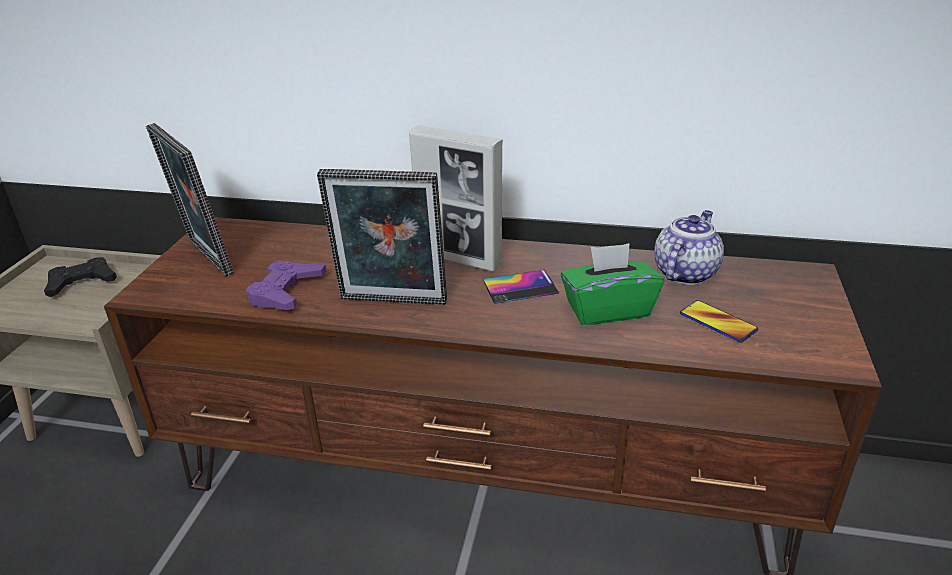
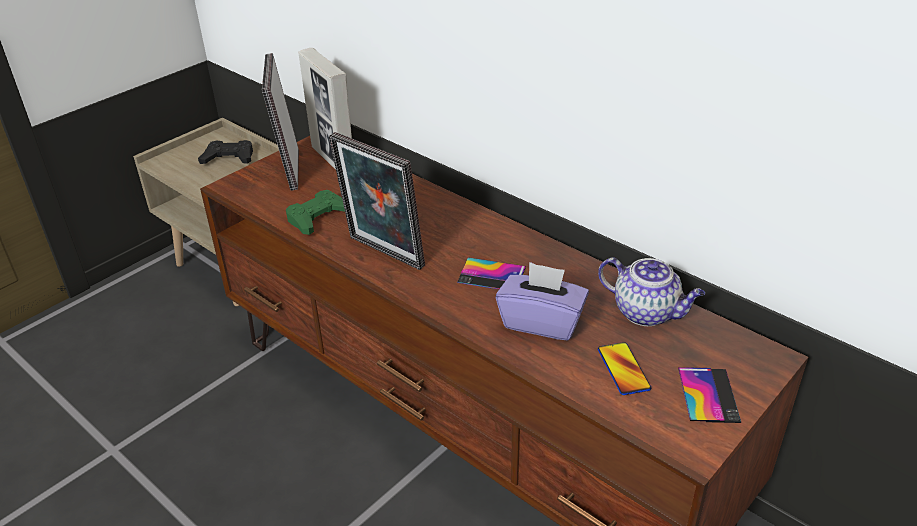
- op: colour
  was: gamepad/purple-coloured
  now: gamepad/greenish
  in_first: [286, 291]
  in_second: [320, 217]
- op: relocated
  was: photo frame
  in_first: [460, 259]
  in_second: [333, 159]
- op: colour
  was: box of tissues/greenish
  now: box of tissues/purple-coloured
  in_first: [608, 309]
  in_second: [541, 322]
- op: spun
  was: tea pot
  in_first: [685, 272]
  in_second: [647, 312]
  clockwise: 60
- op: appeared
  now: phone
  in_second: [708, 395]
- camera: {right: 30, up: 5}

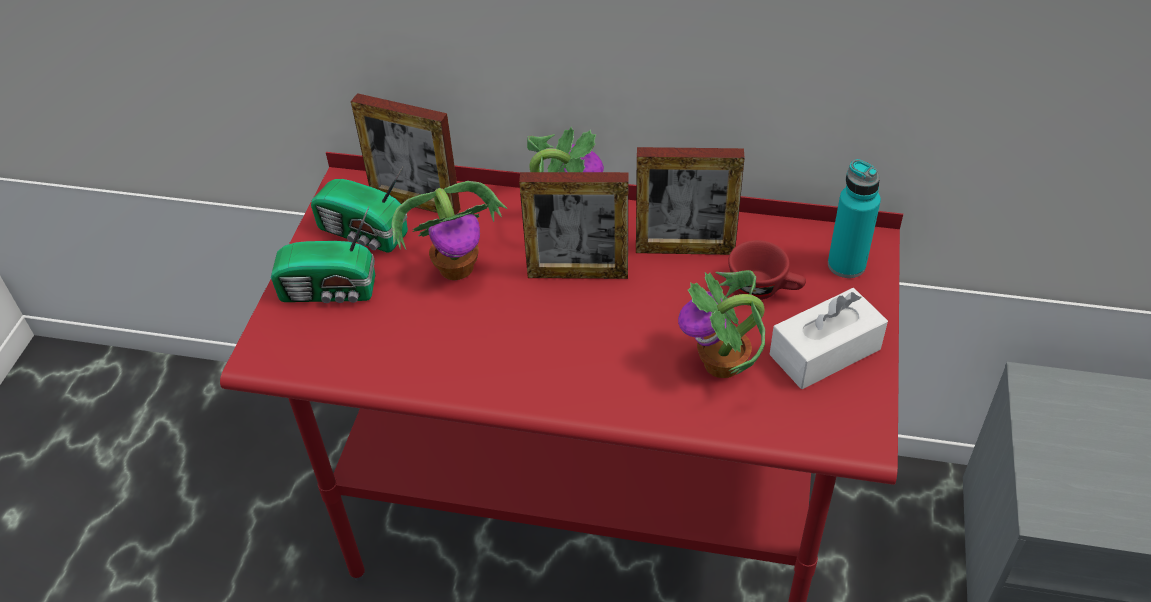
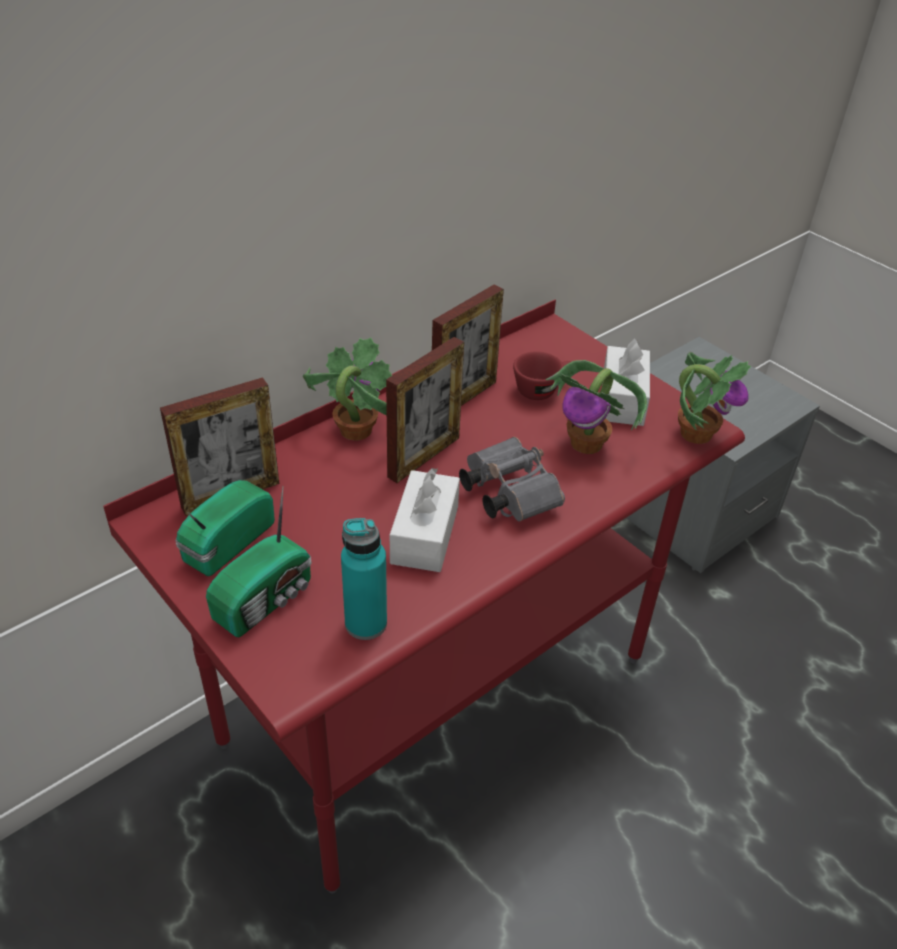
- op: spun
  was: radio set
  in_first: [364, 233]
  in_second: [225, 543]
  clockwise: 150
- op: relocated
  was: bottle/turquoise
  in_first: [846, 265]
  in_second: [366, 623]
- op: appeared
  now: box of tissues/white
  in_second: [425, 534]
- op: appeared
  now: binoculars/gray
  in_second: [506, 493]
- op: relocated
  was: houseplant
  in_first: [457, 267]
  in_second: [695, 433]
- camera: {right: -55, up: -5}

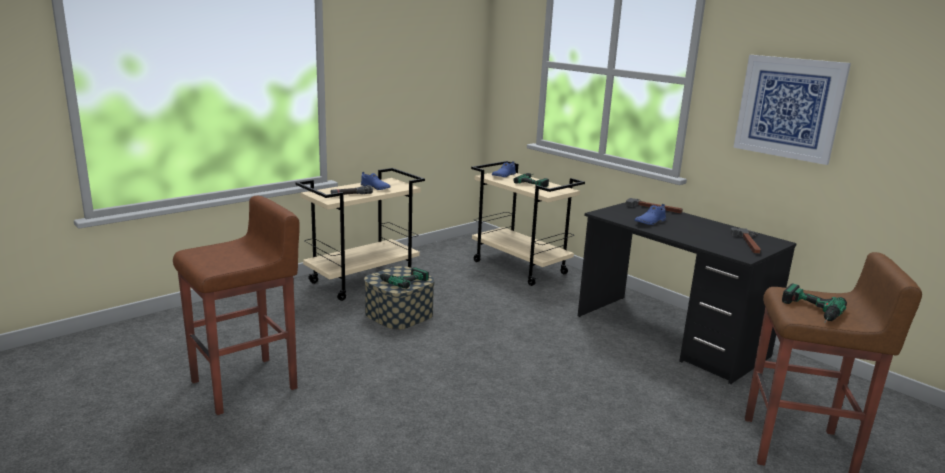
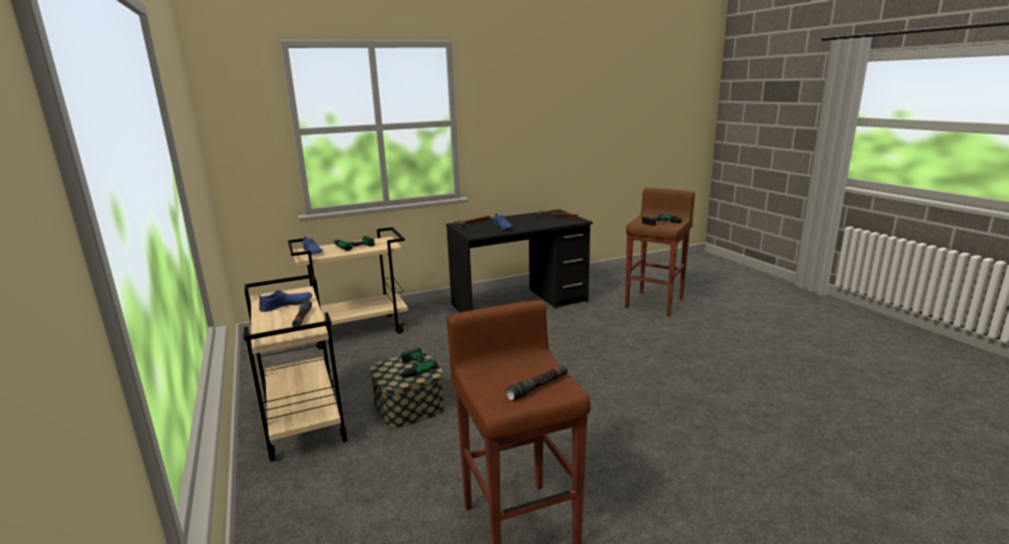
- op: appeared
  now: hand torch/blackish
  in_second: [538, 387]
- op: missing
  was: picture
  in_first: [789, 108]
- camera: {right: -70, up: 0}

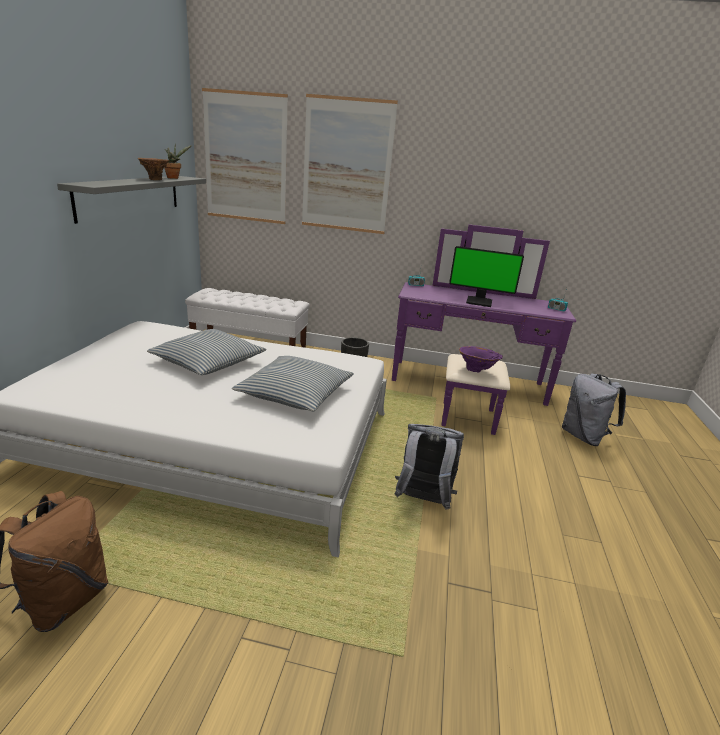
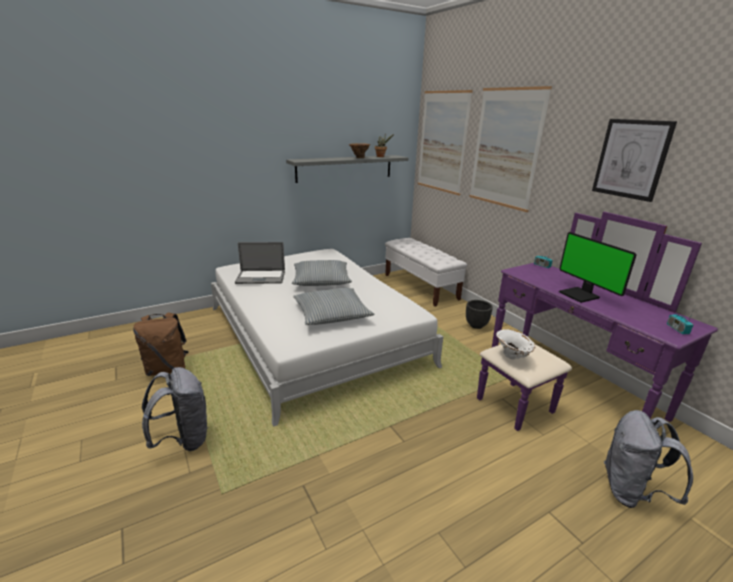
- op: relocated
  was: knapsack/gray
  in_first: [422, 501]
  in_second: [183, 439]
- op: appeared
  now: portable computer
  in_second: [261, 277]
- op: colour
  was: decorative vase/purple-coloured
  now: decorative vase/white
  in_first: [477, 371]
  in_second: [511, 357]
- op: appeared
  now: picture
  in_second: [631, 159]
- camera: {right: 50, up: 0}

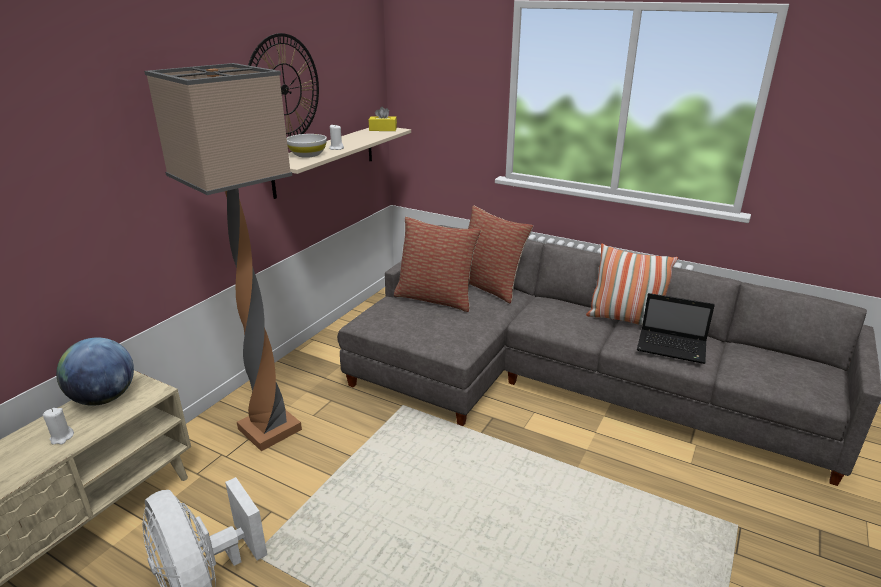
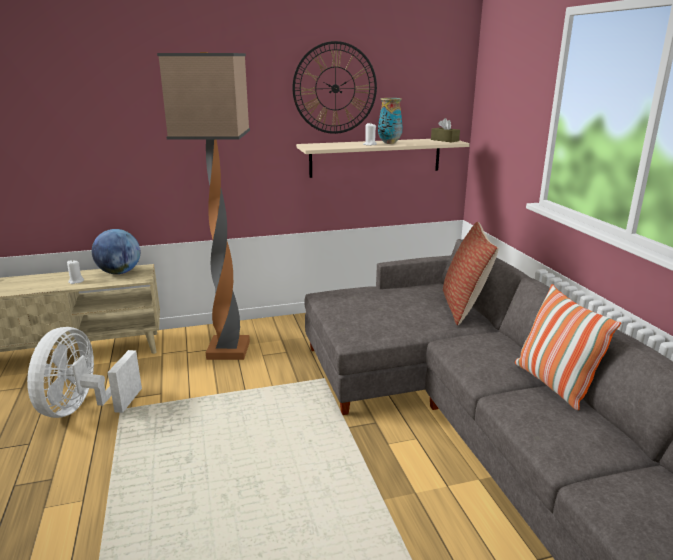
- op: appeared
  now: decorative vase
  in_second: [389, 143]
- op: colour
  was: box of tissues/yellow
  now: box of tissues/brown-coloured
  in_first: [383, 129]
  in_second: [444, 140]
- op: missing
  was: serving bowl/white
  in_first: [307, 155]
- op: missing
  was: cushion
  in_first: [436, 298]
- op: missing
  was: portable computer
  in_first: [673, 348]
- camera: {right: 45, up: -5}

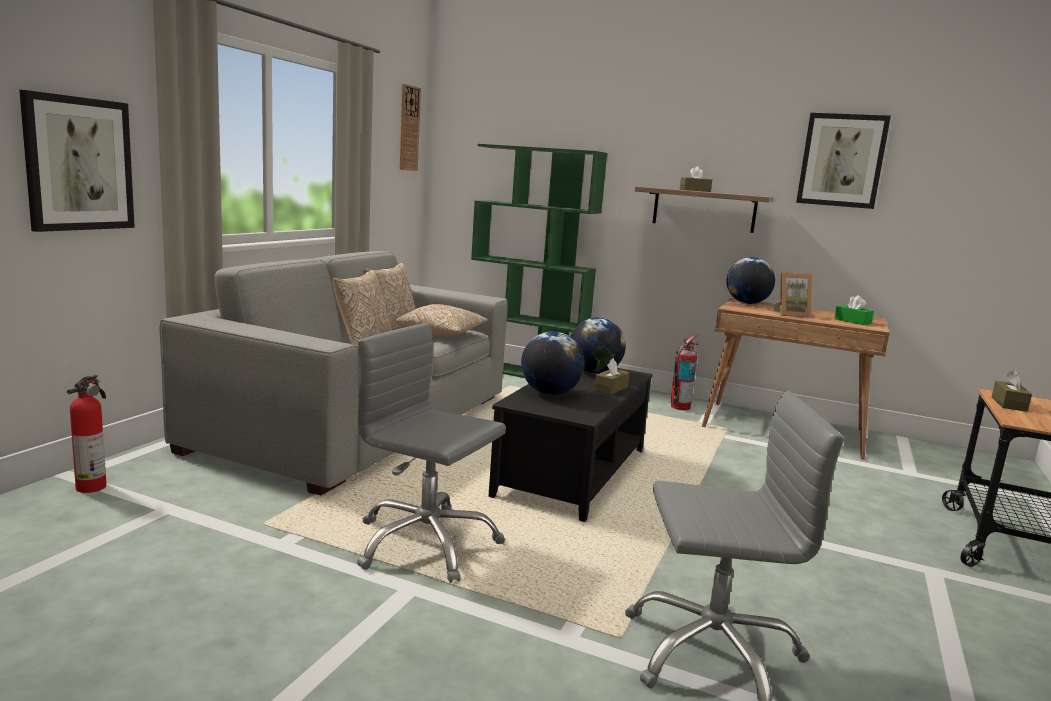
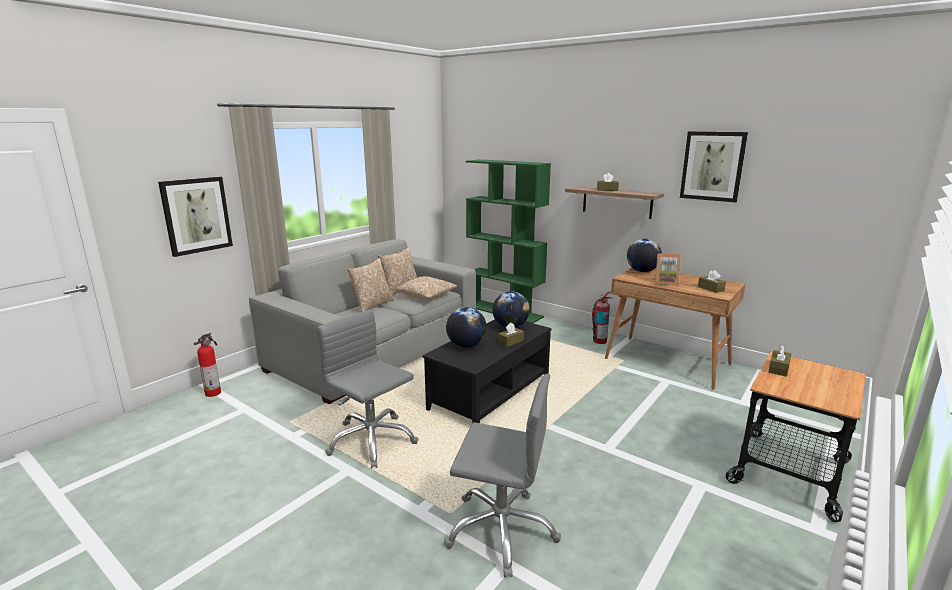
- op: colour
  was: box of tissues/greenish
  now: box of tissues/brown-coloured
  in_first: [852, 321]
  in_second: [710, 289]
- op: missing
  was: hanging clock
  in_first: [409, 128]
- camera: {right: 15, up: 5}

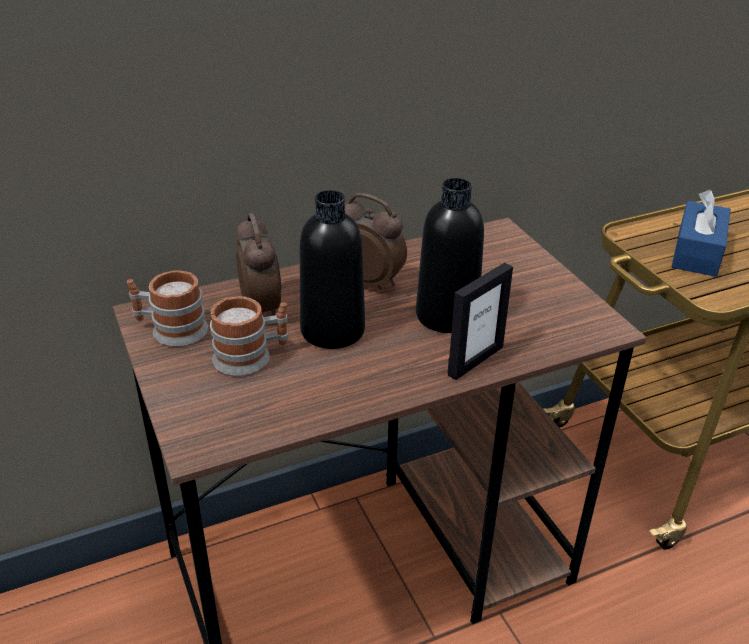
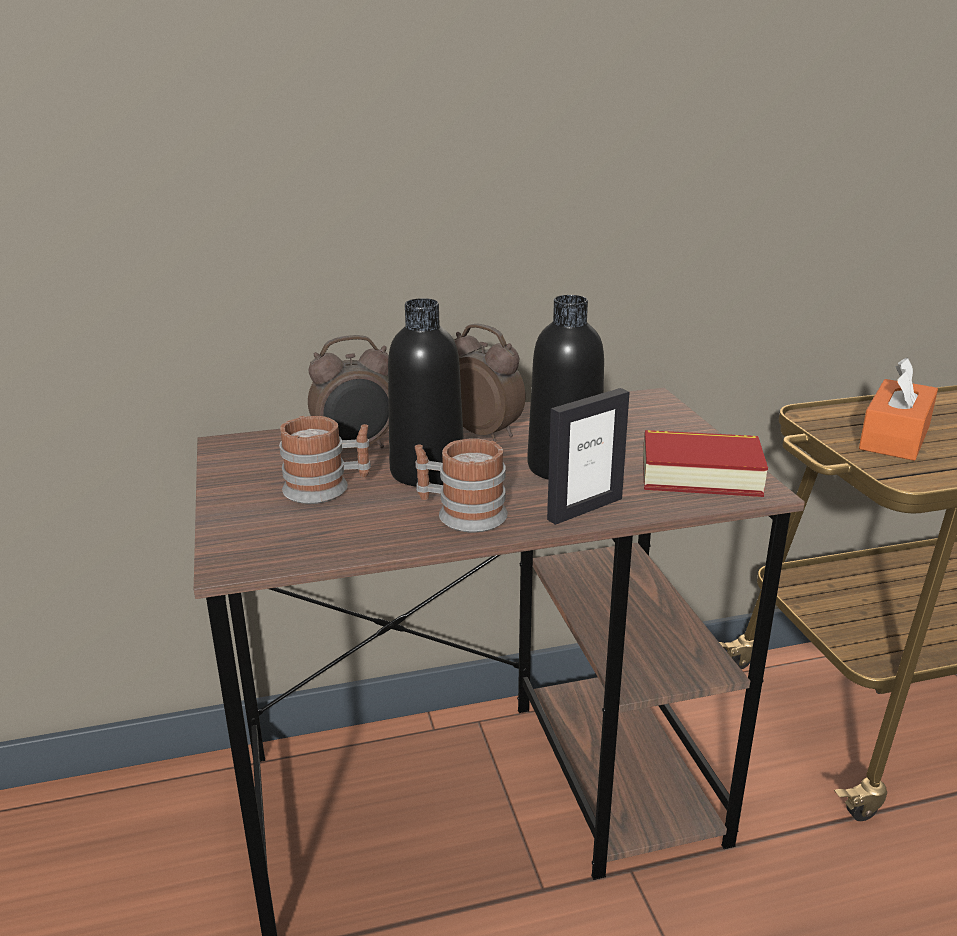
- op: spun
  was: bedside clock
  in_first: [262, 308]
  in_second: [356, 448]
  clockwise: 75
- op: relocated
  was: coffee mug
  in_first: [171, 330]
  in_second: [461, 514]
- op: appeared
  now: book
  in_second: [700, 475]
- op: colour
  was: box of tissues/bluish
  now: box of tissues/orangey
  in_first: [697, 252]
  in_second: [894, 437]
- camera: {right: 10, up: -10}

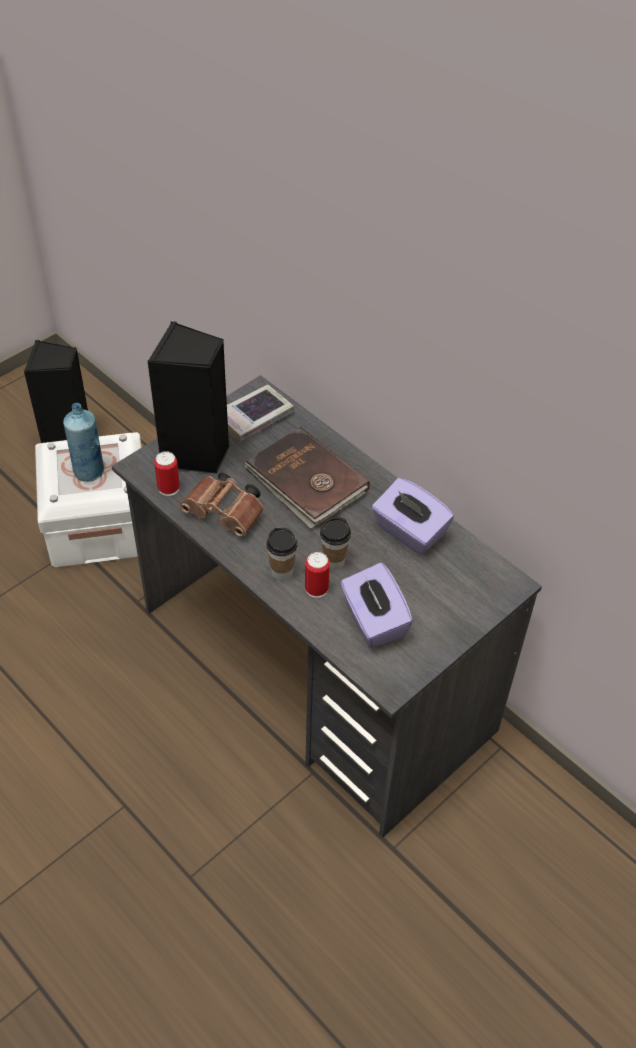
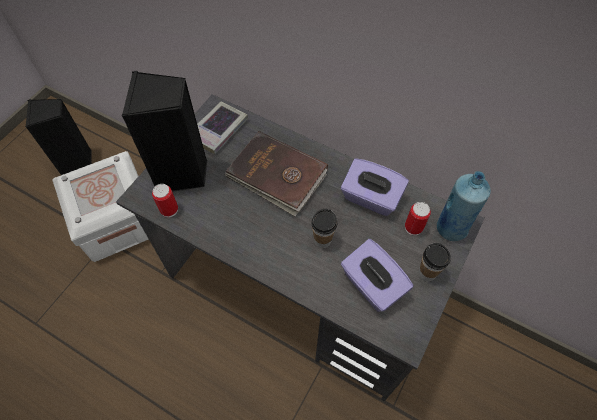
- op: relocated
  was: metal can
  in_first: [316, 588]
  in_second: [413, 227]
- op: relocated
  was: small cup
  in_first: [282, 572]
  in_second: [427, 273]
- op: relocated
  was: bottle/bluish
  in_first: [89, 471]
  in_second: [451, 228]
- op: missing
  was: binoculars/brown-coloured
  in_first: [226, 514]
- camera: {right: -15, up: 10}

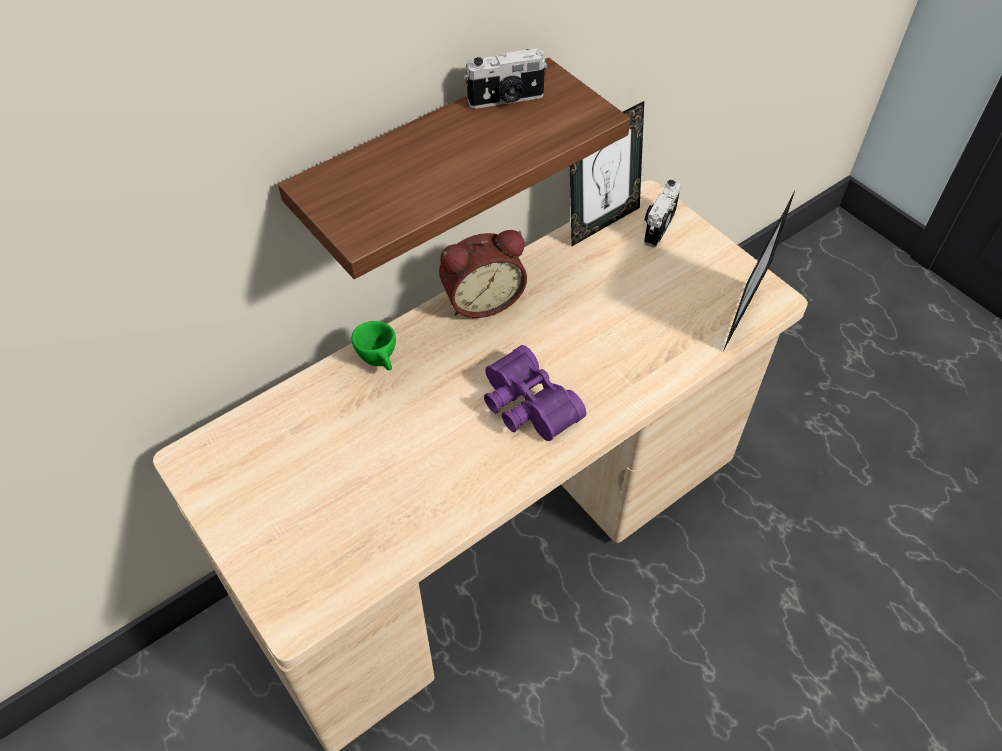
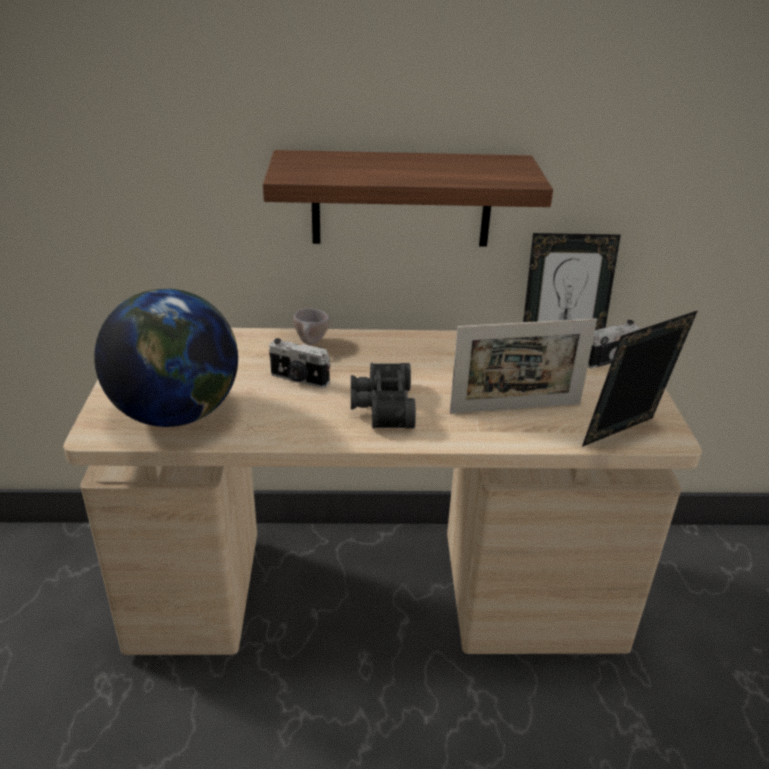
- op: appeared
  now: world globe
  in_second: [176, 413]
- op: relocated
  was: still camera
  in_first: [506, 100]
  in_second: [299, 379]
- op: colour
  was: small cup/greenish
  now: small cup/beige
  in_first: [380, 362]
  in_second: [311, 343]
- op: colour
  was: binoculars/purple-coloured
  now: binoculars/blackish
  in_first: [525, 406]
  in_second: [381, 406]
- op: appeared
  now: photo frame
  in_second: [515, 408]
- op: missing
  was: bedside clock
  in_first: [481, 299]
- camera: {right: 35, up: -20}

